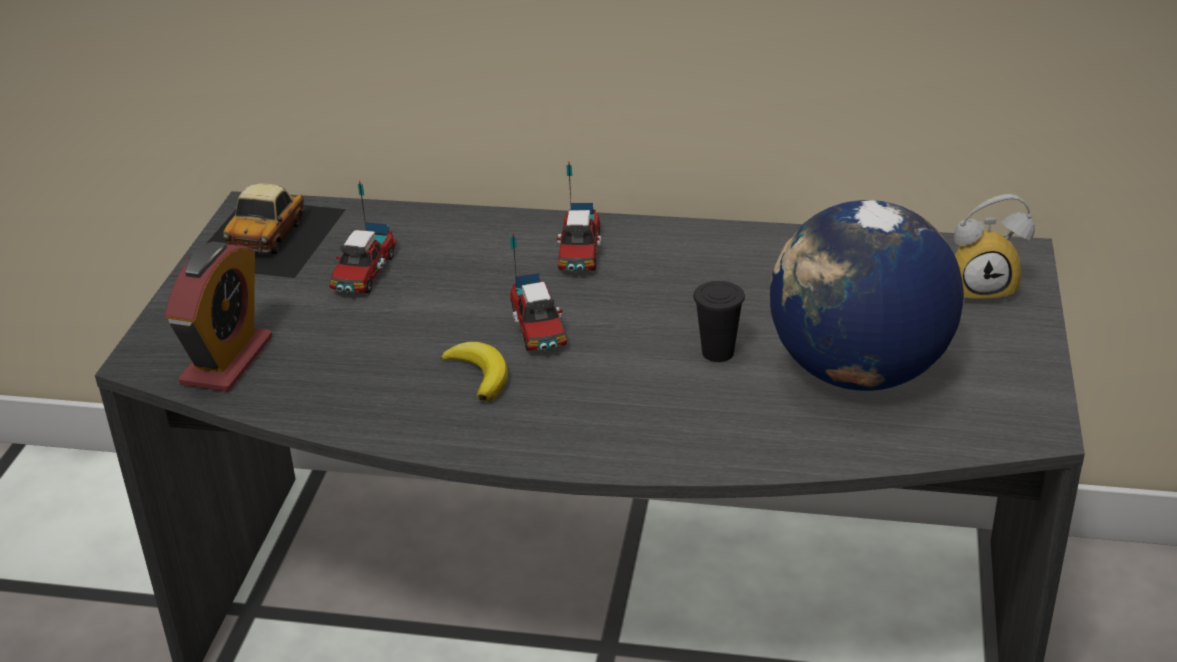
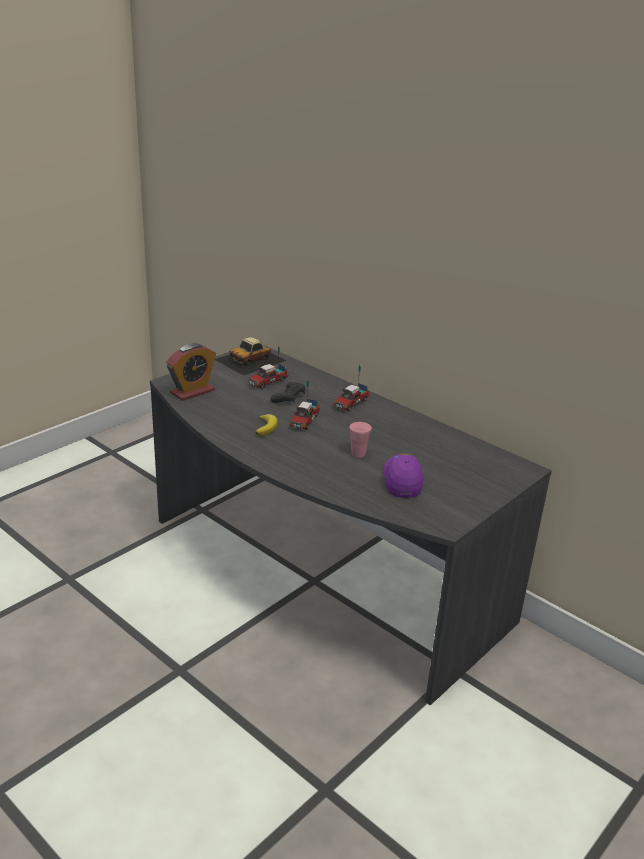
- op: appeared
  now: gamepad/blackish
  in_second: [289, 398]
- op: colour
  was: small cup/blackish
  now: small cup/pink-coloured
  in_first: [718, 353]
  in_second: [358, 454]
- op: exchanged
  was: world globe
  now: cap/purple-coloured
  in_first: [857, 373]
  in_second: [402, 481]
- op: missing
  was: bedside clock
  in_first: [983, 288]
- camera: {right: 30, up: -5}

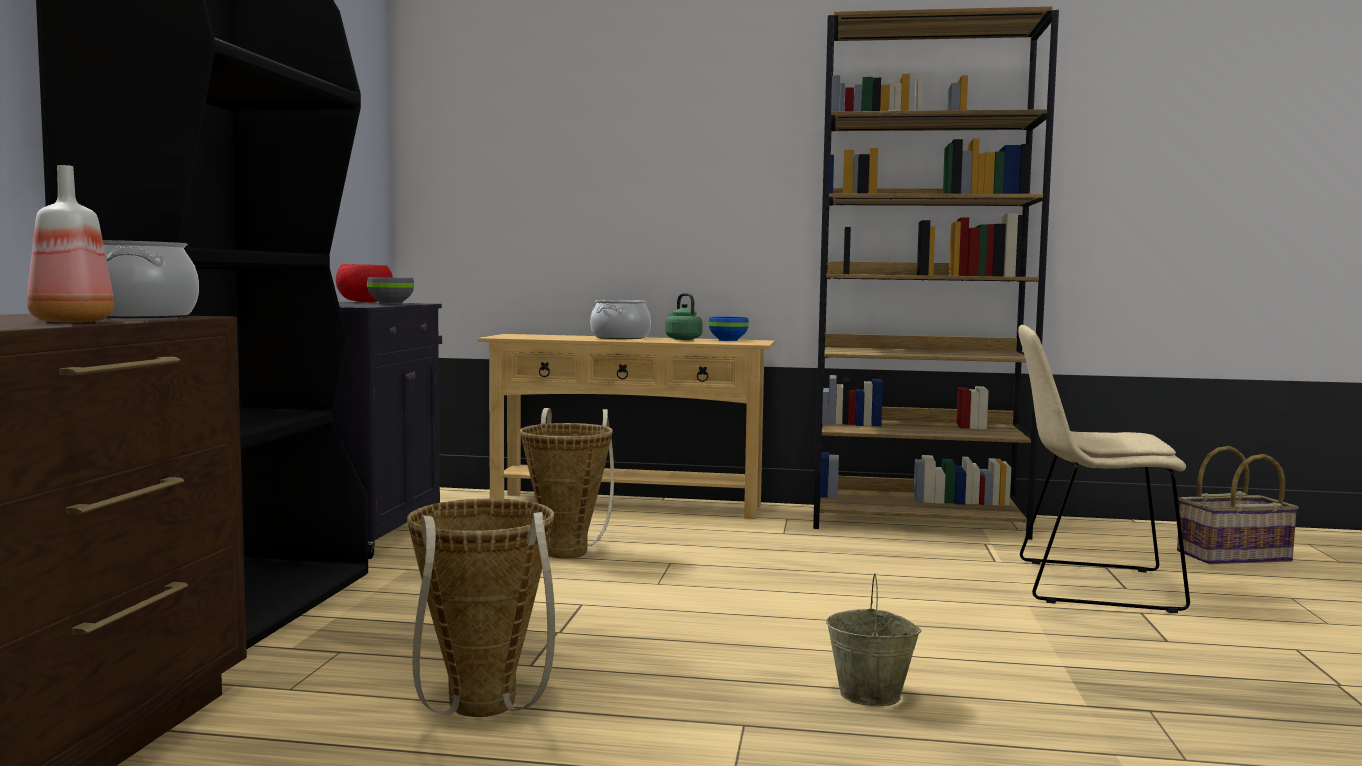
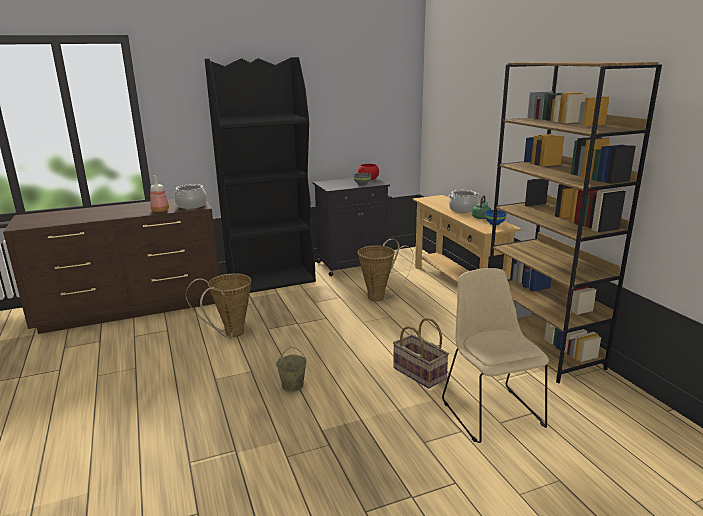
- op: relocated
  was: basket
  in_first: [1234, 557]
  in_second: [418, 373]
- camera: {right: 60, up: 15}

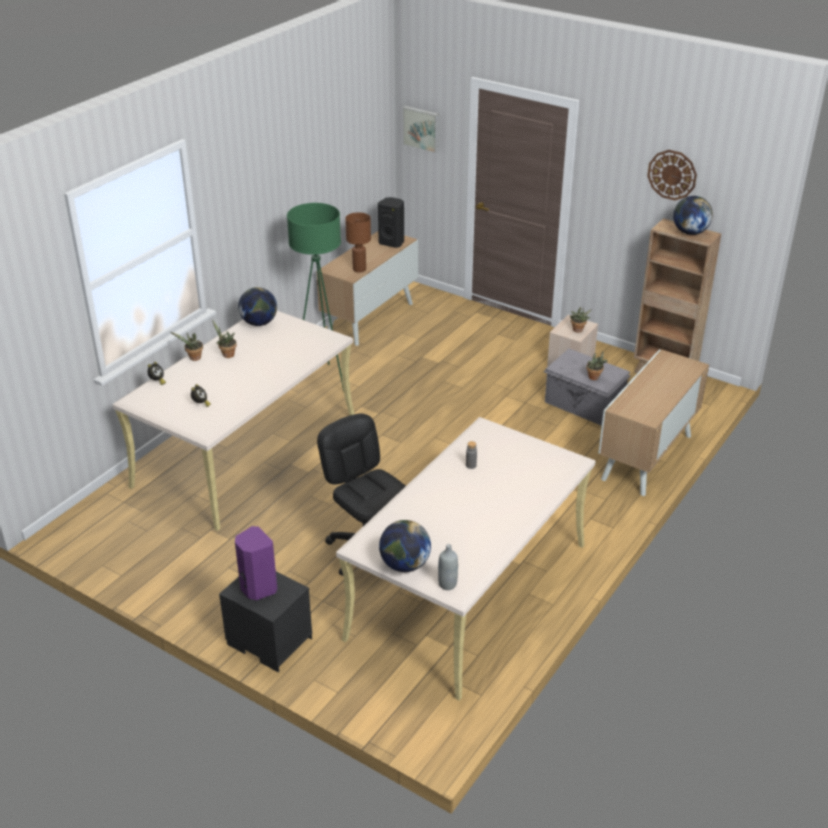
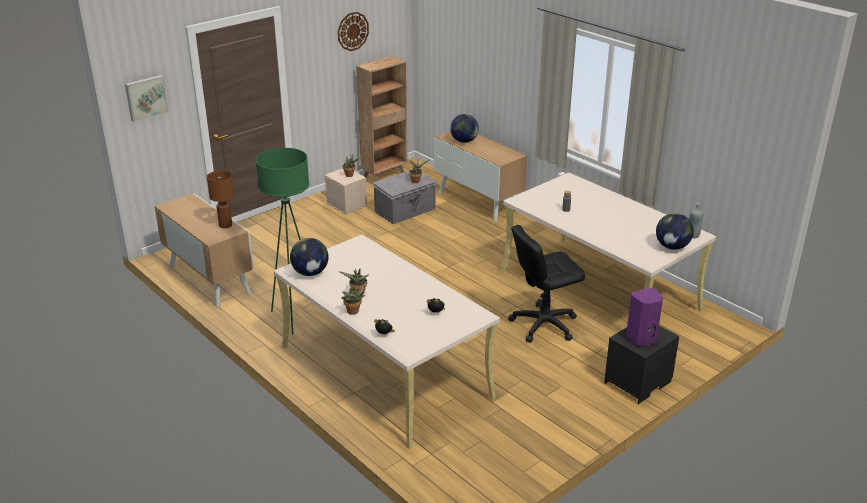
- op: relocated
  was: world globe
  in_first: [690, 232]
  in_second: [464, 141]
- op: missing
  was: speaker/blackish
  in_first: [392, 242]
- camera: {right: -75, up: -5}

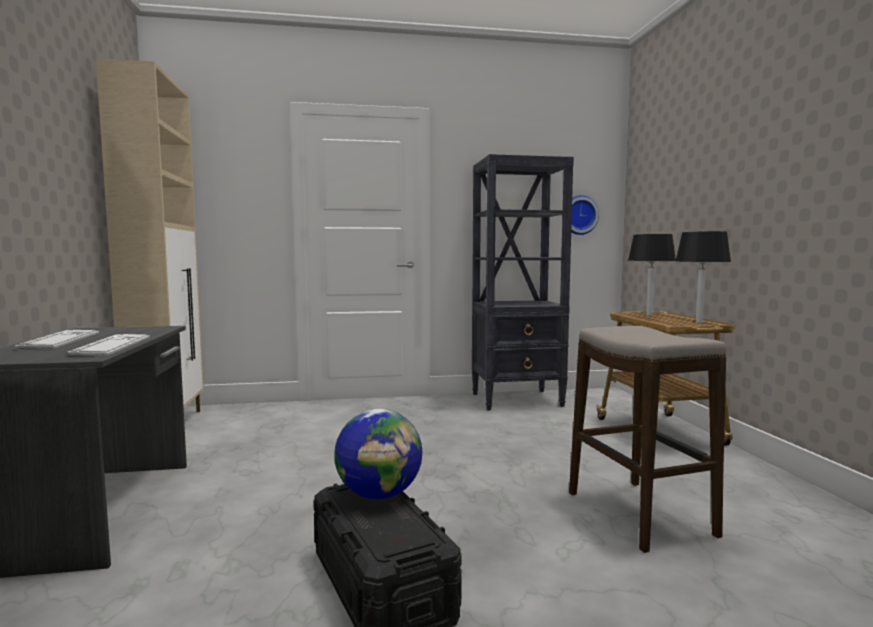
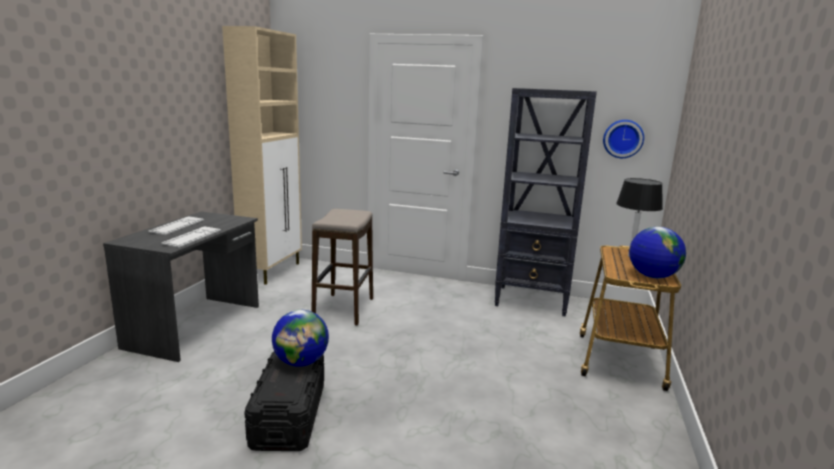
- op: relocated
  was: stool seat
  in_first: [638, 514]
  in_second: [343, 309]
- op: exchanged
  was: tabletop lamp/blackish
  now: world globe
  in_first: [698, 323]
  in_second: [652, 276]
- camera: {right: 25, up: 10}

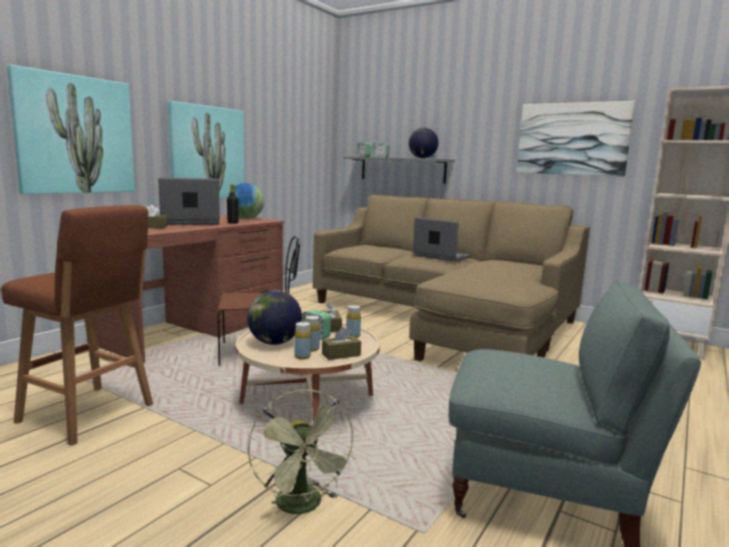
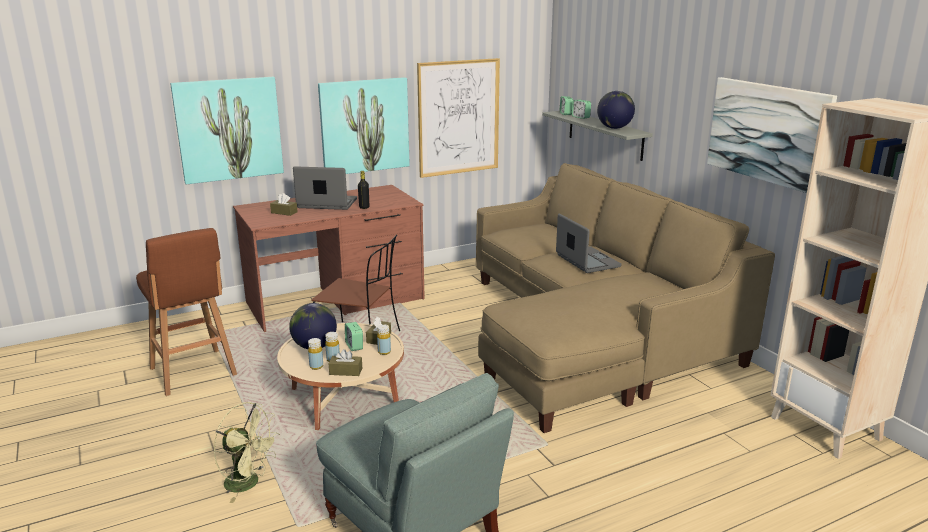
- op: spun
  was: cooling fan/greenish
  in_first: [303, 507]
  in_second: [249, 483]
  clockwise: -75
- op: appeared
  now: picture
  in_second: [458, 117]
- op: missing
  was: world globe
  in_first: [246, 218]
- camera: {right: 30, up: 10}

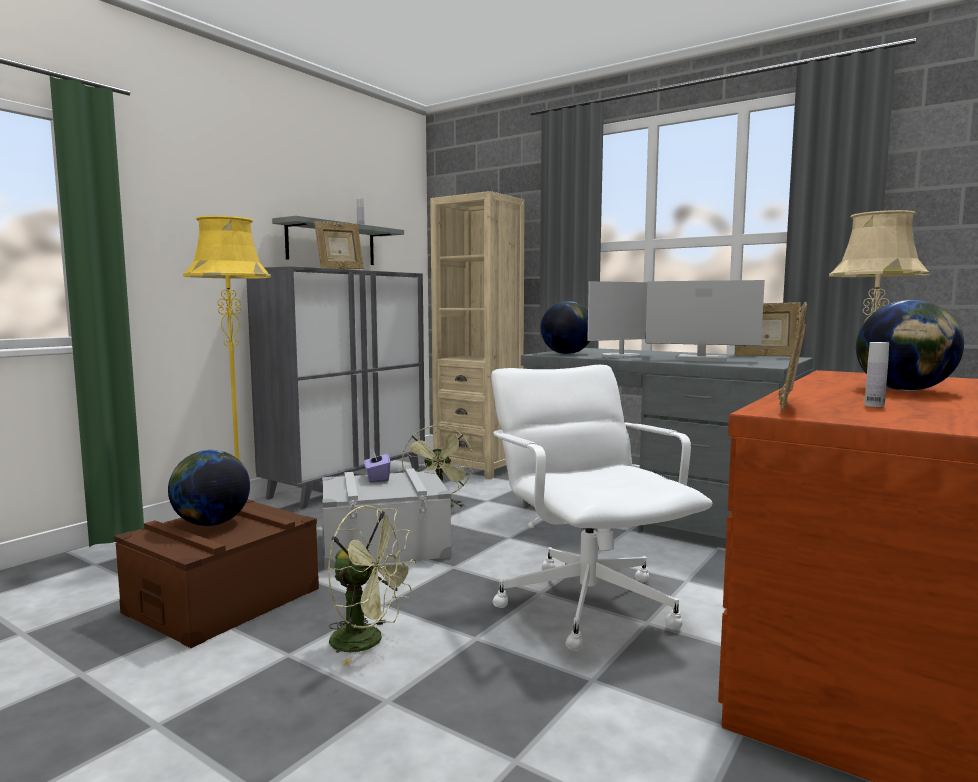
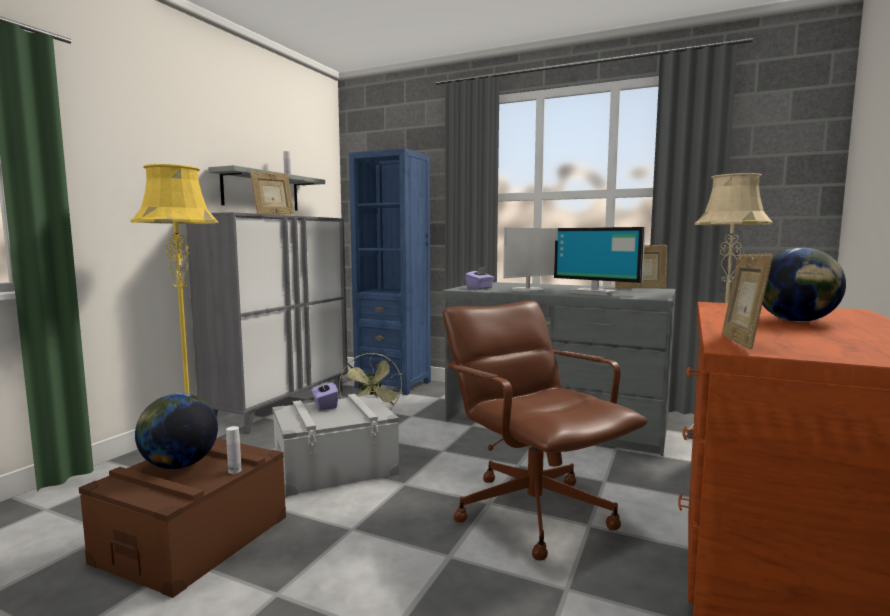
- op: relocated
  was: bottle/white
  in_first: [874, 405]
  in_second: [234, 471]
- op: colour
  was: bookcase/beige
  now: bookcase/bluish
  in_first: [478, 467]
  in_second: [393, 384]
- op: colour
  was: desk chair/white
  now: desk chair/brown-coloured
  in_first: [587, 604]
  in_second: [533, 511]
- op: exchanged
  was: world globe
  now: box of tissues/purple-coloured
  in_first: [566, 354]
  in_second: [479, 288]
- op: spun
  was: monitor
  in_first: [701, 359]
  in_second: [595, 292]
  clockwise: -150
- op: missing
  was: cooling fan/greenish
  in_first: [368, 641]
- camera: {right: -10, up: 0}

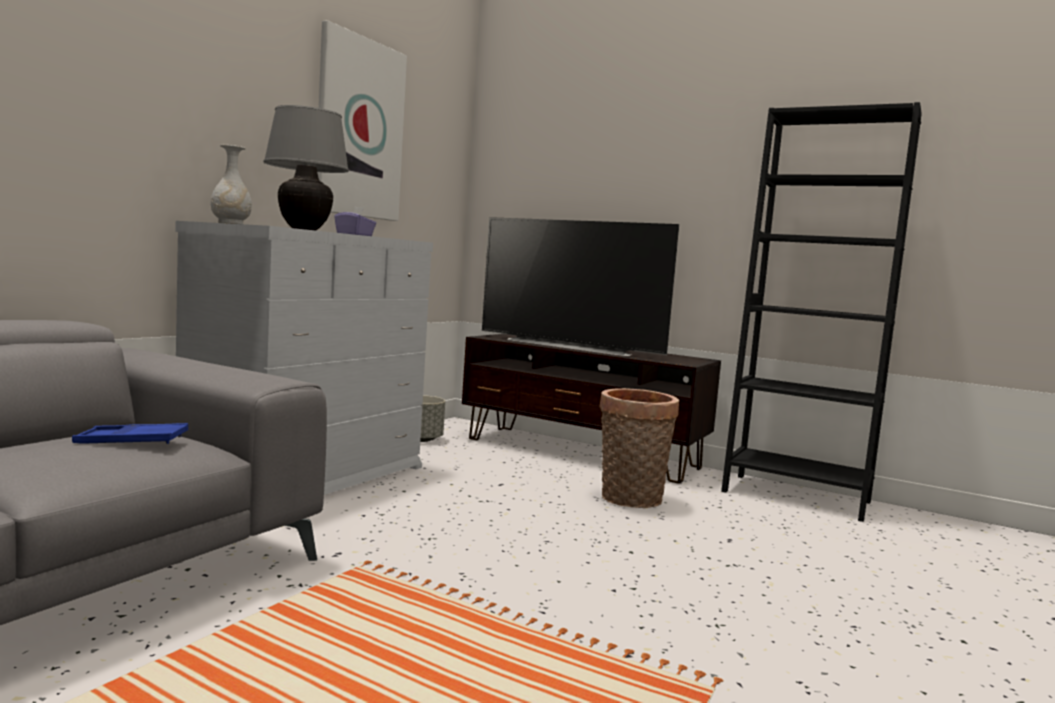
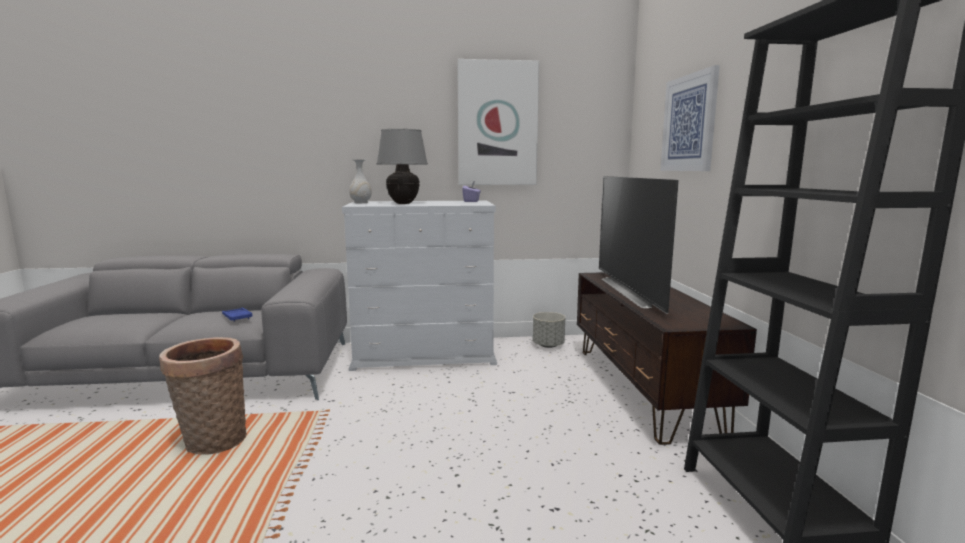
- op: relocated
  was: basket
  in_first: [630, 500]
  in_second: [212, 441]
- op: appeared
  now: picture
  in_second: [689, 123]
- camera: {right: 55, up: 5}

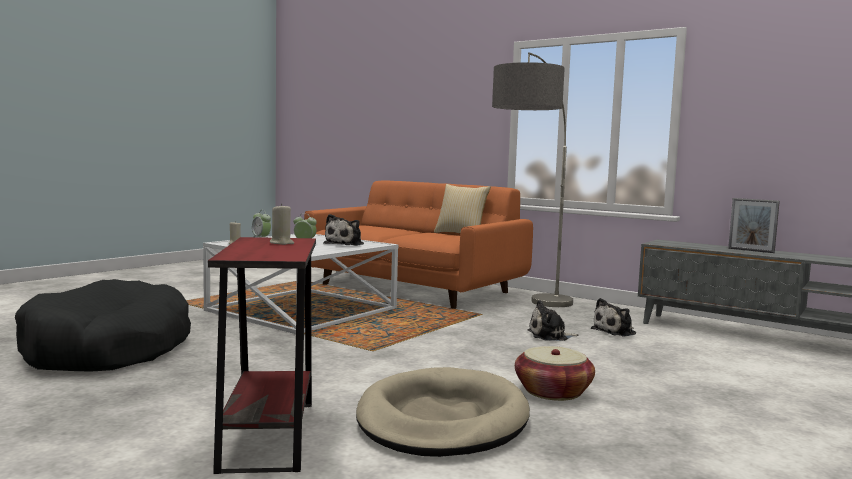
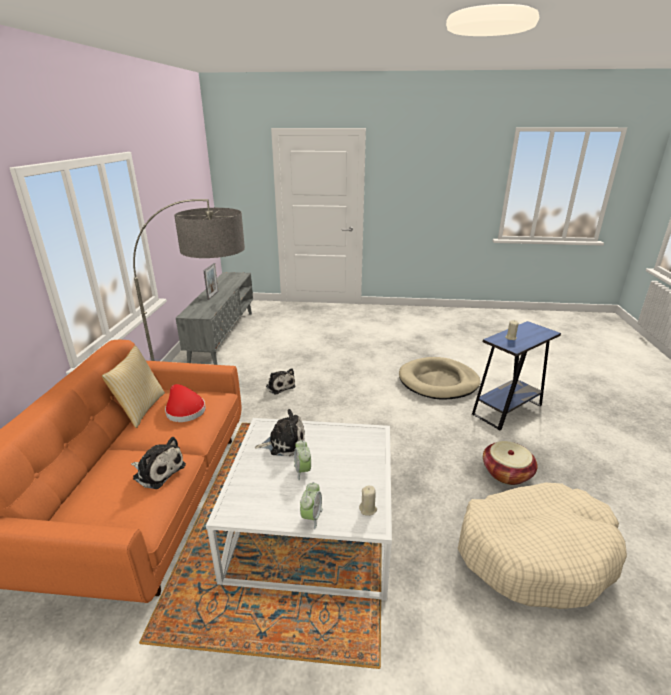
- op: relocated
  was: soft toy
  in_first: [615, 331]
  in_second: [158, 471]
- op: appeared
  now: clothing hat/red-coloured
  in_second: [184, 410]
- op: colour
  was: dog cushion/blackish
  now: dog cushion/beige
  in_first: [108, 349]
  in_second: [535, 552]
- op: colour
  was: side table/red-coloured
  now: side table/bluish
  in_first: [268, 435]
  in_second: [507, 410]
- op: relocated
  was: basket
  in_first: [552, 392]
  in_second: [506, 473]
- camera: {right: -120, up: 20}

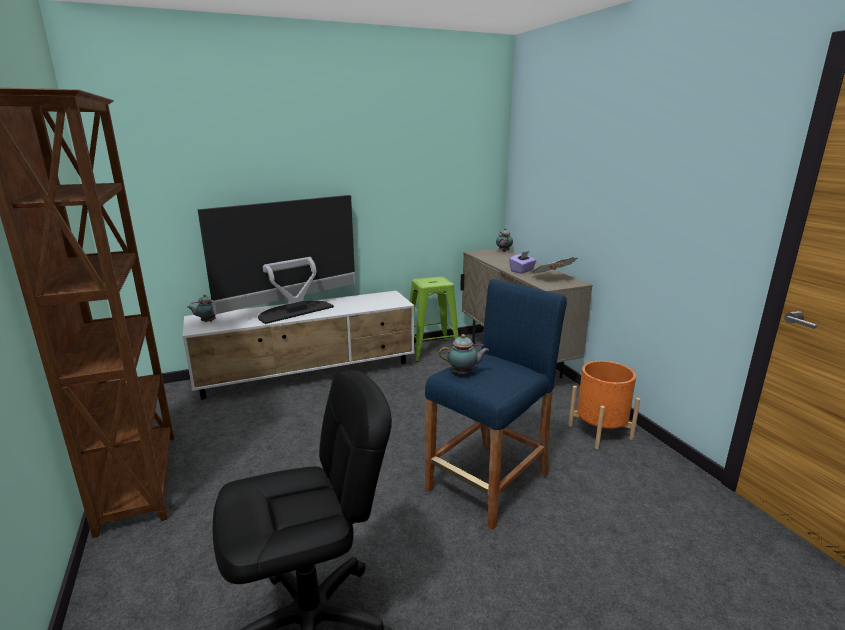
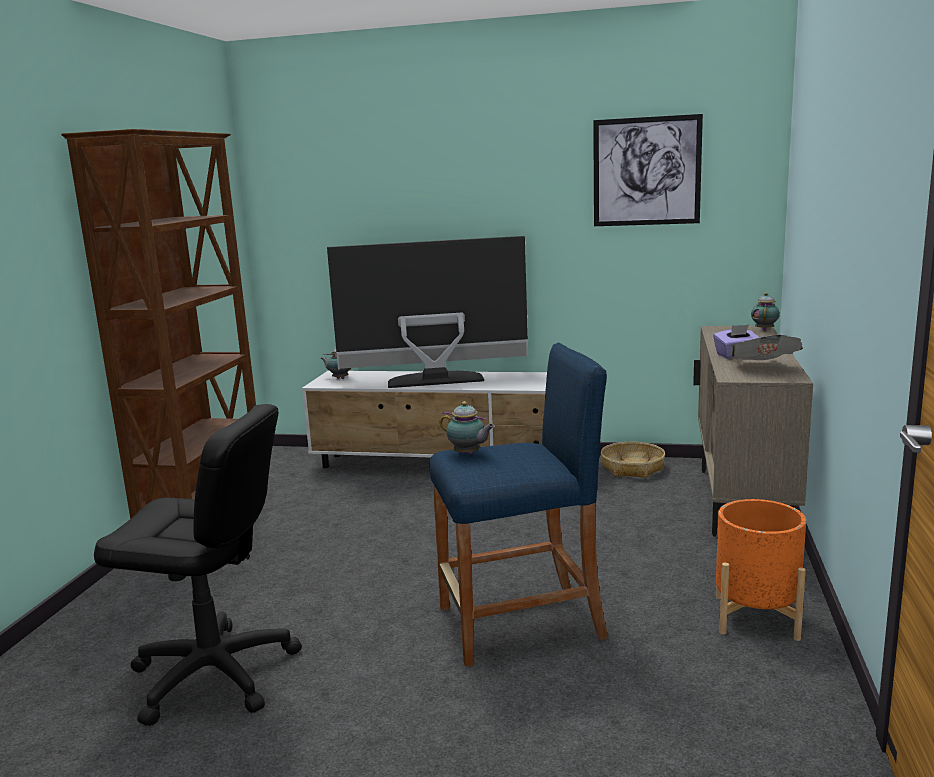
- op: appeared
  now: picture
  in_second: [646, 171]
- op: exchanged
  was: stool seat/greenish
  now: basket
  in_first: [431, 350]
  in_second: [632, 468]
- camera: {right: 35, up: -5}

